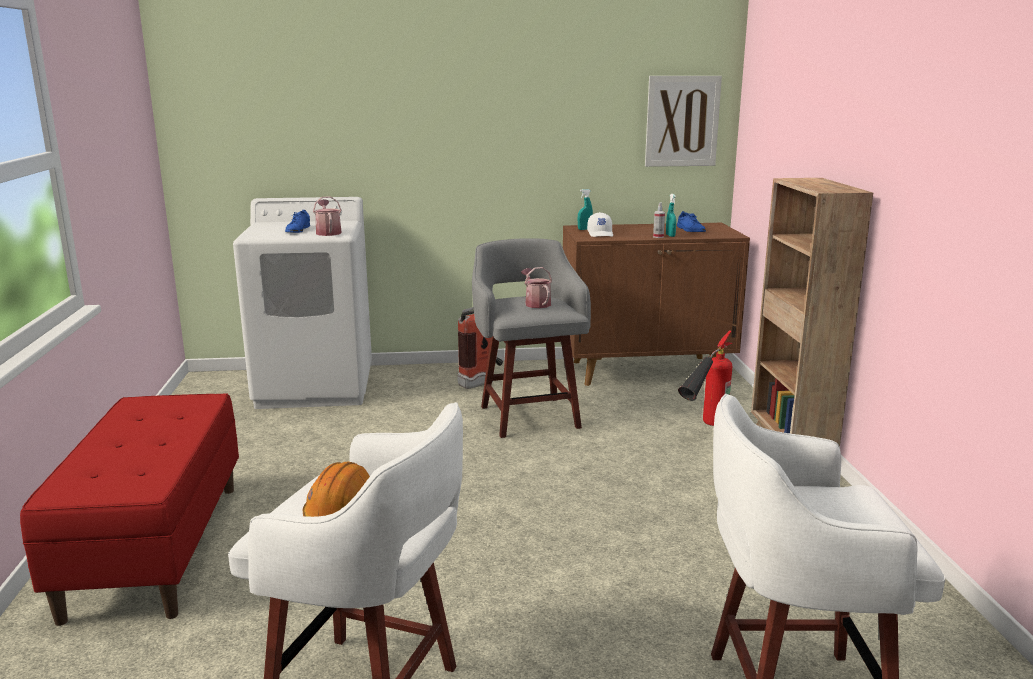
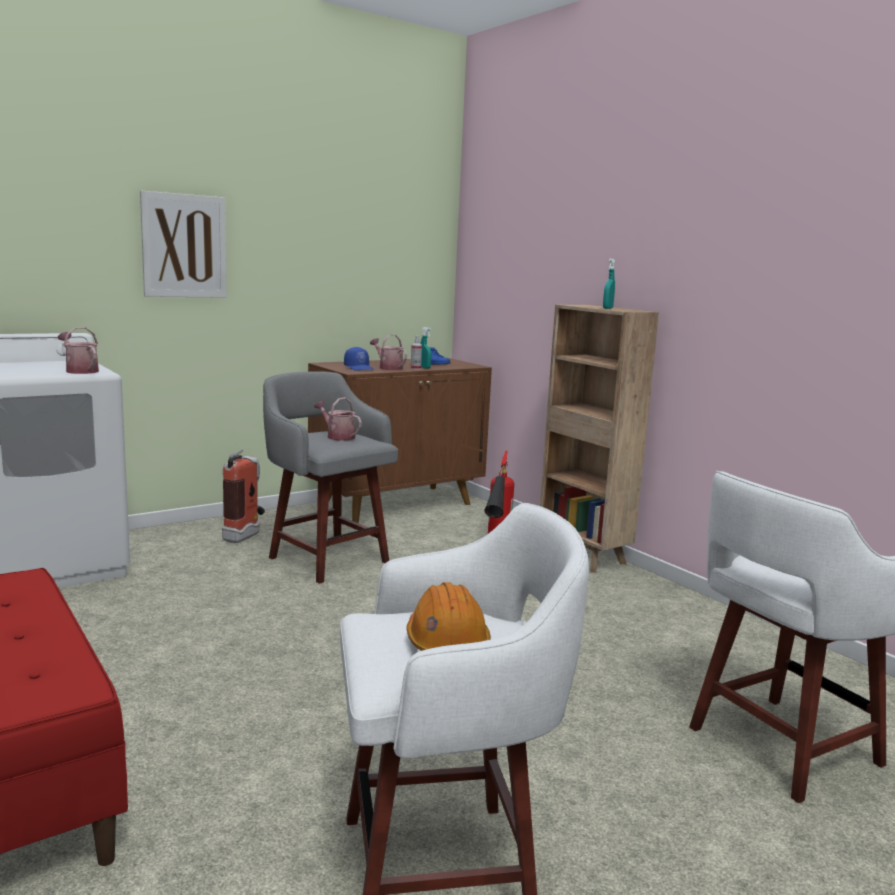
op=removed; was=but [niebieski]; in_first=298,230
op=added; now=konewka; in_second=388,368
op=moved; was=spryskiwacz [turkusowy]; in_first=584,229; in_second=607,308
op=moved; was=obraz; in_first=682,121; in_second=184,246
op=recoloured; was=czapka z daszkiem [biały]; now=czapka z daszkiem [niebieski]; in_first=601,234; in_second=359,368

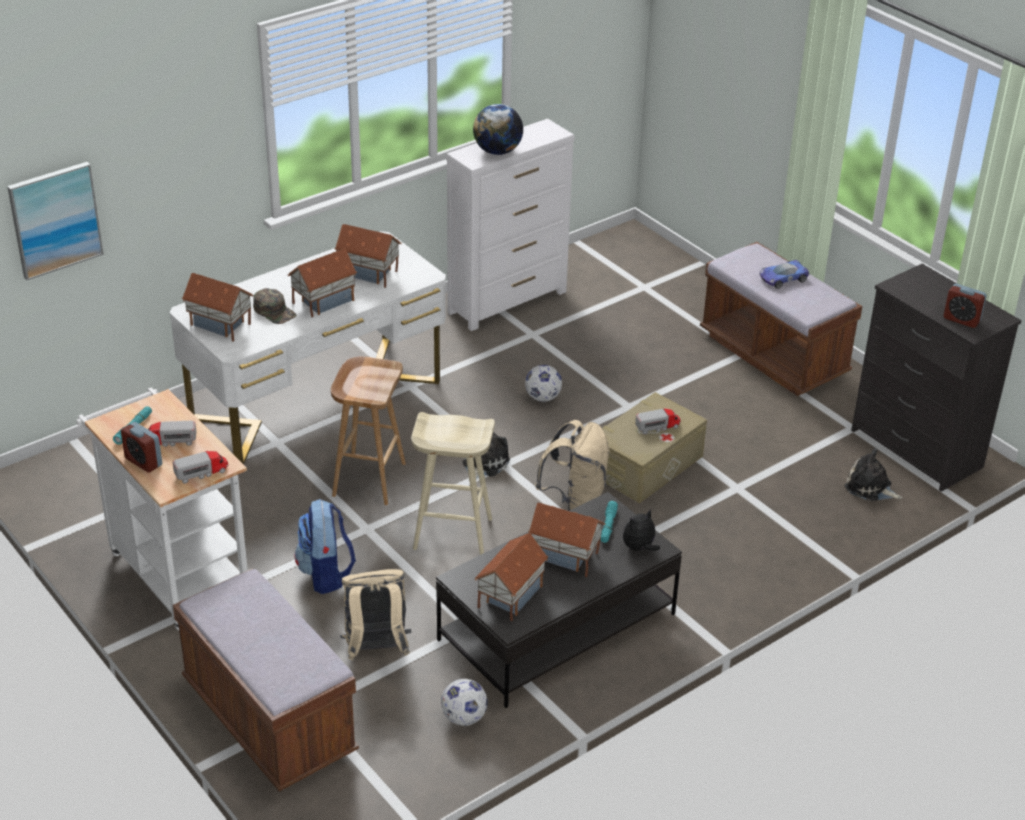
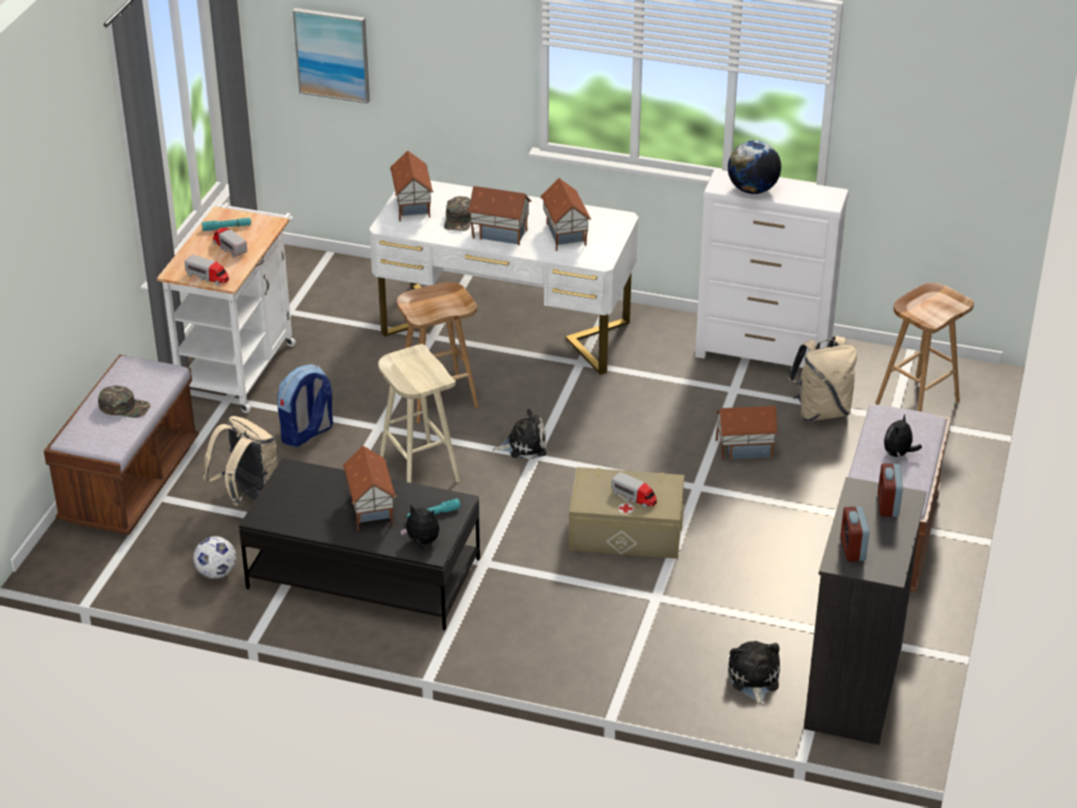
op=removed; was=piłka futbolowa; in_first=543,397
op=added; now=czapka z daszkiem [zielony]; in_second=124,407
op=added; now=stołek [brązowy]; in_second=917,401
op=moved; was=budzik; in_first=143,462; in_second=888,505
op=moved; was=domek; in_first=509,596; in_second=743,448
op=moved; was=plecak [beżowy]; in_first=575,500; in_second=821,411
op=replaced; was=samochodzik; now=pluszak; in_first=782,278; in_second=898,454

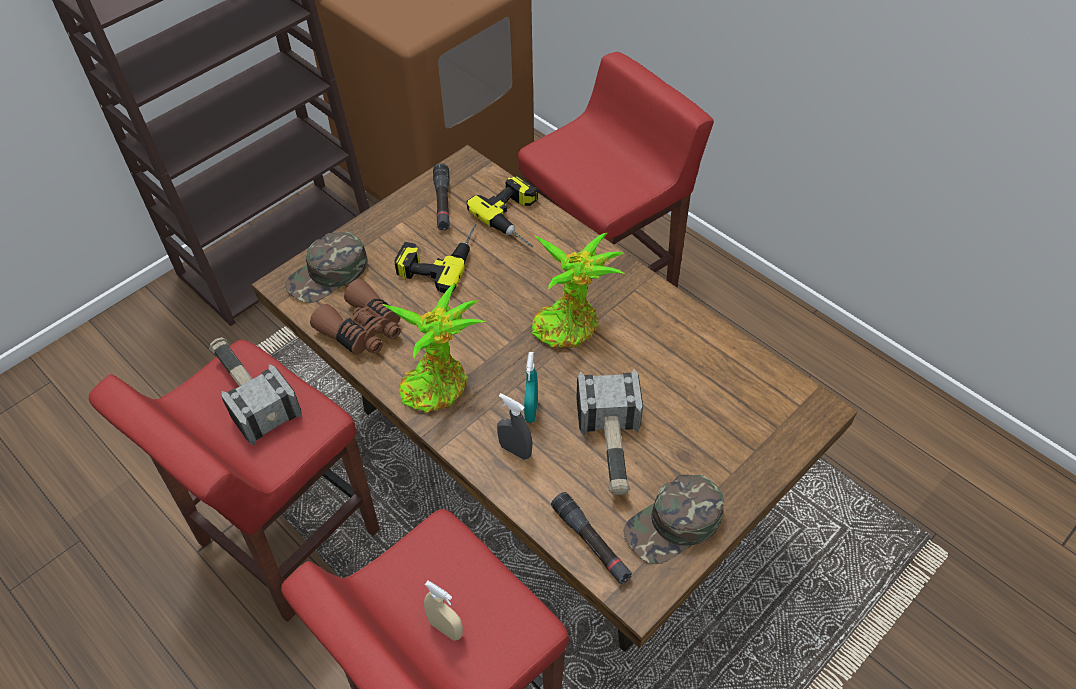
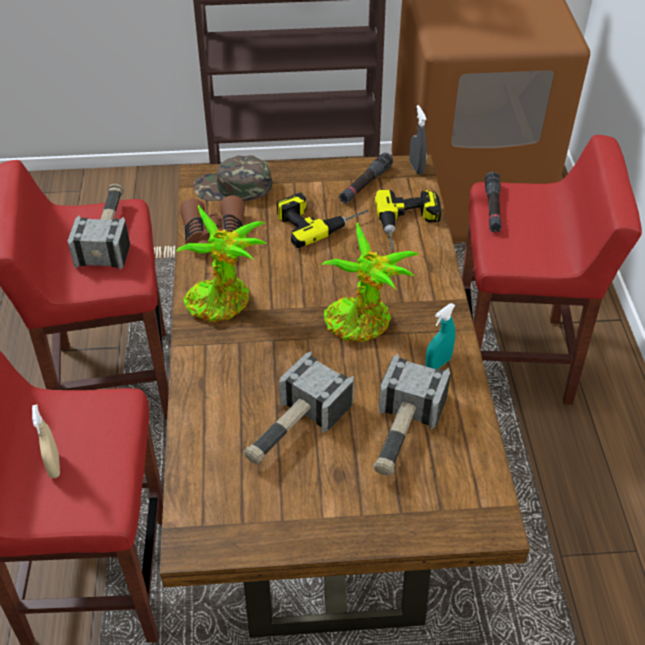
op=removed; was=czapka z daszkiem [zielony]; in_first=674,525
op=added; now=młotek; in_second=401,432
op=moved; was=spryskiwacz [szary]; in_first=515,450; in_second=416,167
op=moved; was=spryskiwacz [turkusowy]; in_first=531,410; in_second=438,364
op=moved; was=latarka [czarny]; in_first=591,542; in_second=492,208

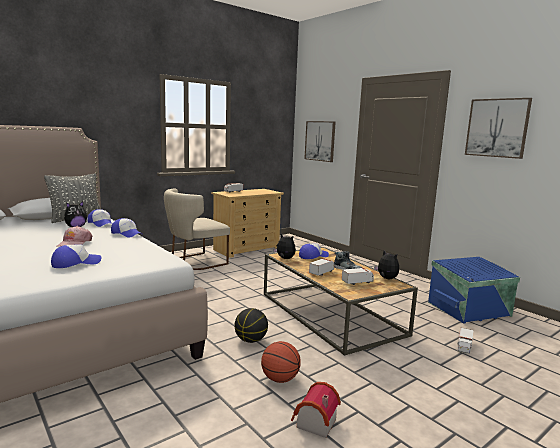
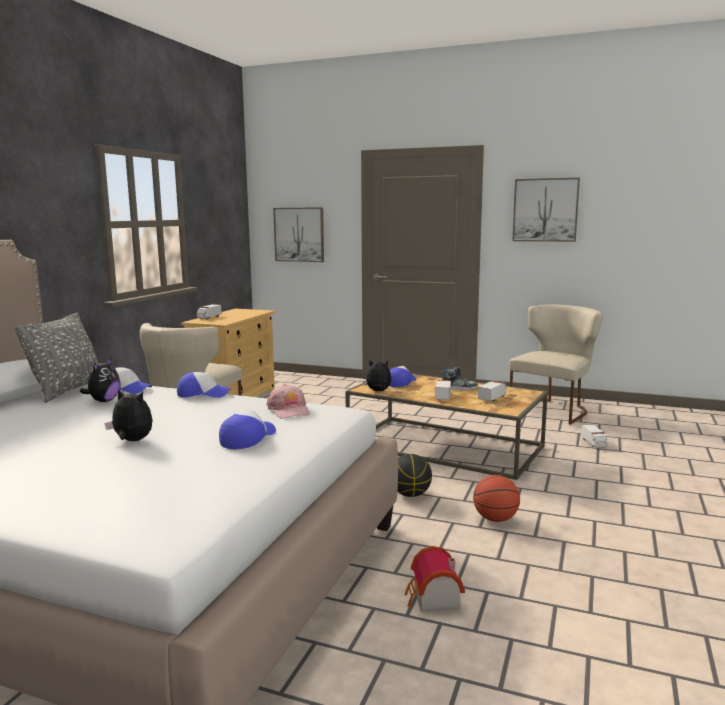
op=moved; was=czapka z daszkiem [różowy]; in_first=74,243; in_second=289,410
op=moved; was=domek; in_first=313,423; in_second=433,599
op=moved; was=pluszak; in_first=386,279; in_second=132,441
op=replaced; was=pojemnik do przechowywania [niebieski]; now=krzesło [beżowy]; in_first=470,309; in_second=553,409

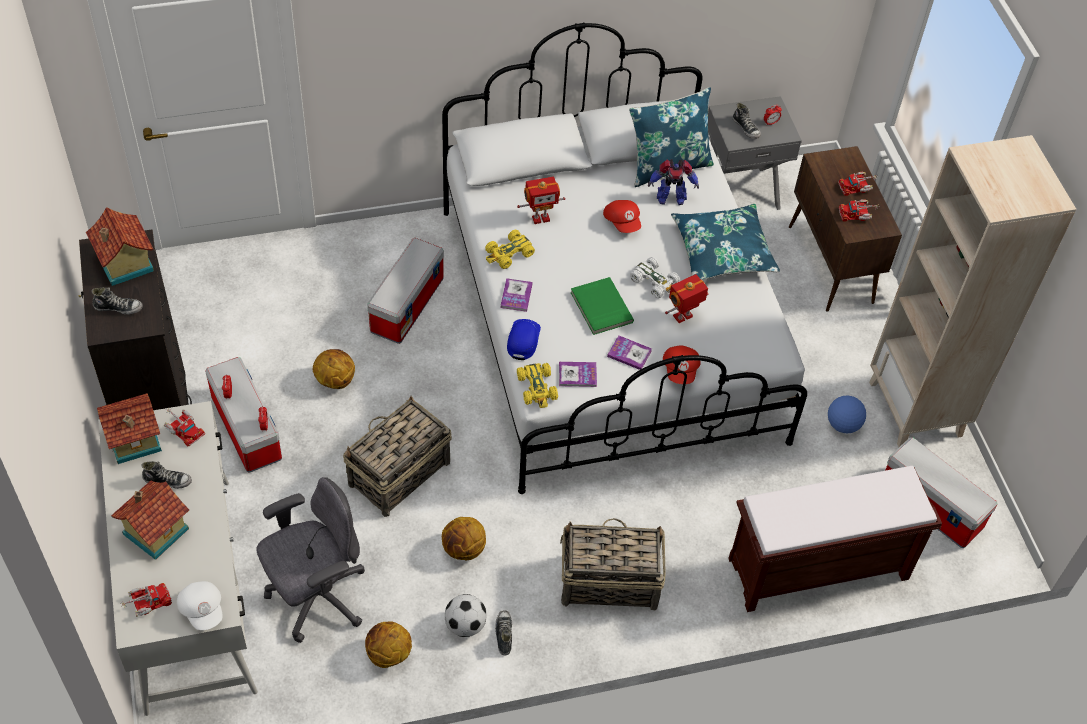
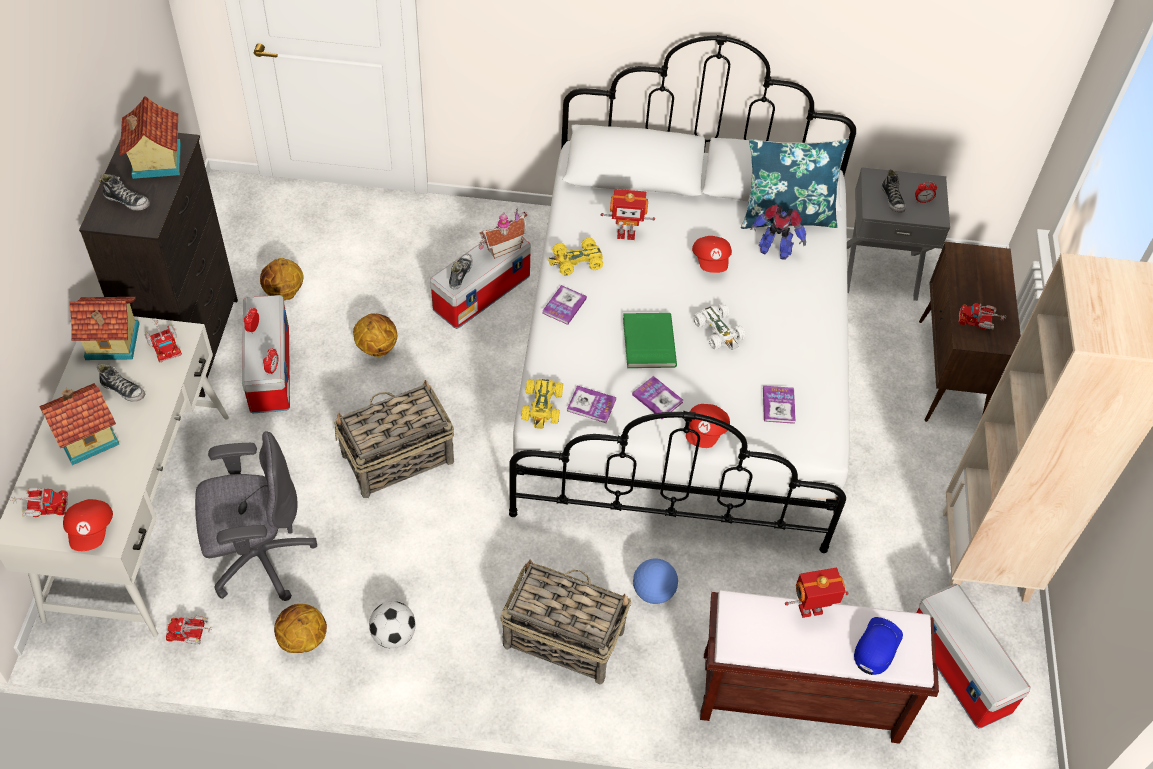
op=removed; was=poduszka [niebieski]; in_first=722,252
op=added; now=domek; in_second=502,247
op=added; now=książka; in_second=778,405
op=moved; was=piłka do koszykówki; in_first=463,549; in_second=284,293
op=moved; was=but; in_first=503,634; in_second=460,274
op=moved; was=czapka z daszkiem [niebieski]; in_first=523,340; in_second=877,647
op=moved; was=robot zabawkowy; in_first=683,317; in_second=811,611
op=moved; was=piłka futbolowa; in_first=843,425; in_second=653,592
op=moved; was=ciężarówka zabawkowa; in_first=857,187; in_second=191,633
op=recoloured; was=czapka z daszkiem [biały]; now=czapka z daszkiem [czerwony]; in_first=203,609; in_second=91,530

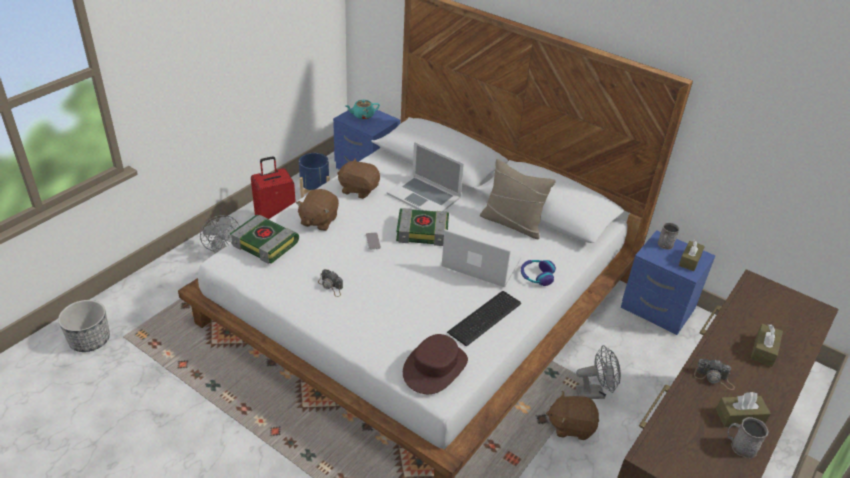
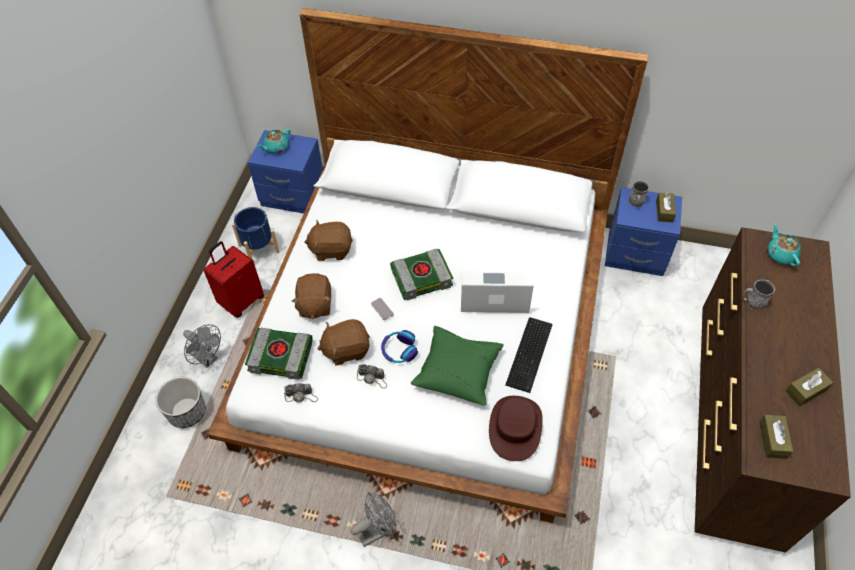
op=removed; was=laptop; in_first=424,195
op=removed; was=poduszka [beżowy]; in_first=512,223
op=added; now=poduszka [zielony]; in_second=458,371
op=added; now=imbryk [turkusowy]; in_second=780,254
op=moved; was=donica; in_first=90,340; in_second=187,412
op=moved; was=słuchawki; in_first=536,276; in_second=399,350
op=moved; was=pluszak [brązowy]; in_first=571,426; in_second=346,349
op=moved; was=wentylator [szary]; in_first=594,393; in_second=377,530
op=moved; was=aparat fotograficzny; in_first=714,378; in_second=301,396
op=moved; was=kubek [szary]; in_first=740,446; in_second=752,302
op=moved; was=pudełko chusteczek [brązowy]; in_first=764,350; in_second=773,440

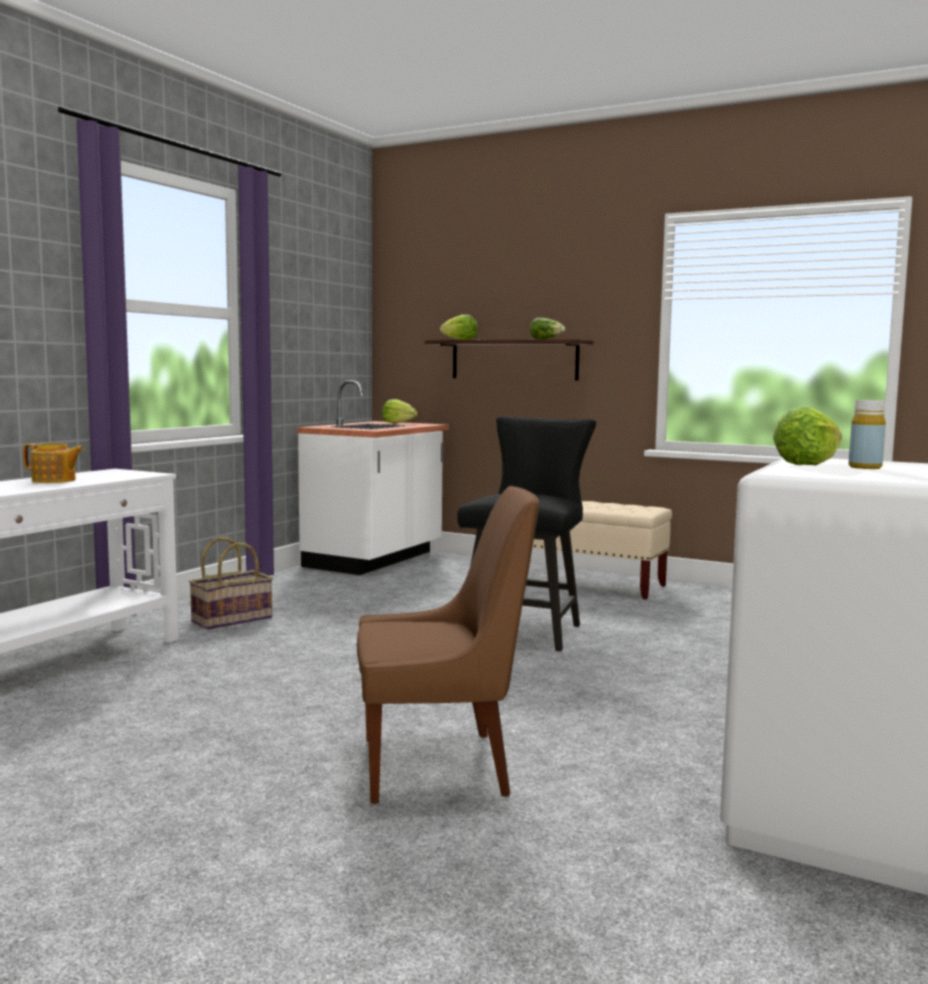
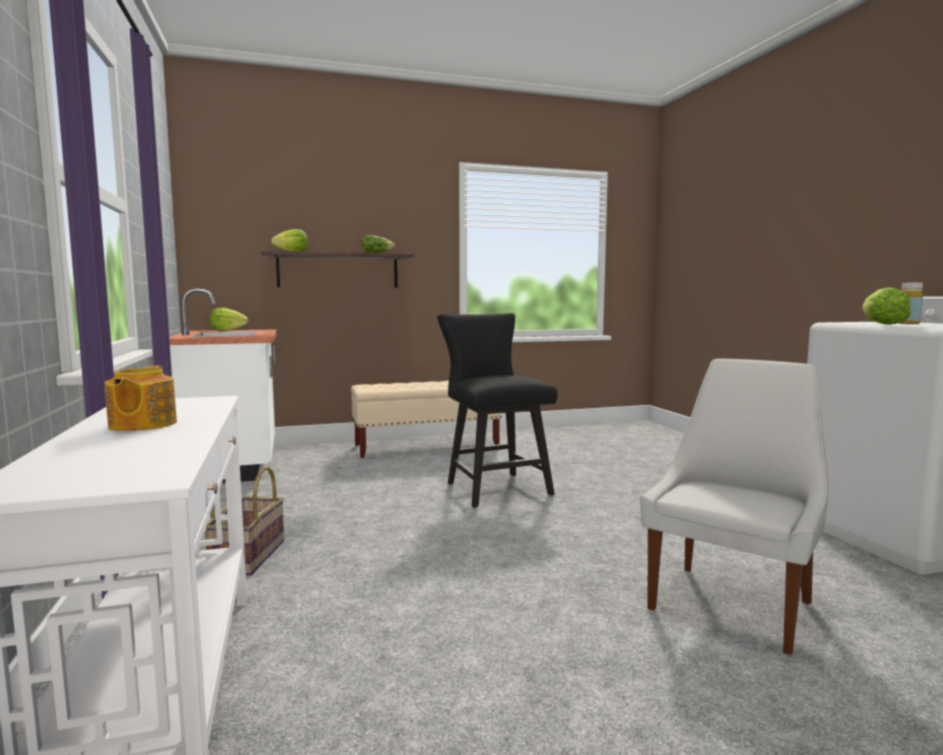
op=recoloured; was=krzesło [brązowy]; now=krzesło [biały]; in_first=441,766; in_second=732,603
op=turned; was=imbryk; in_first=54,480; in_second=141,425; clockwise=120

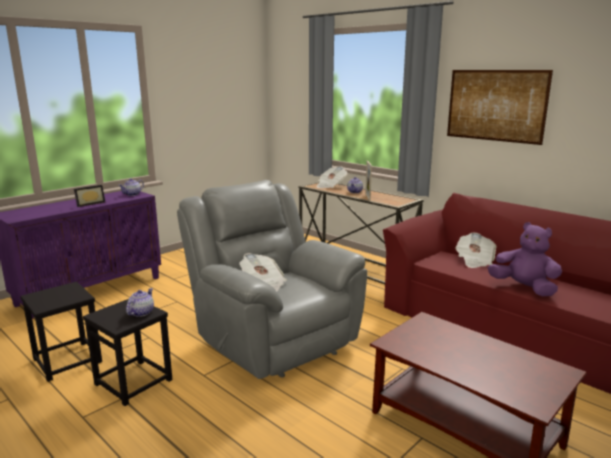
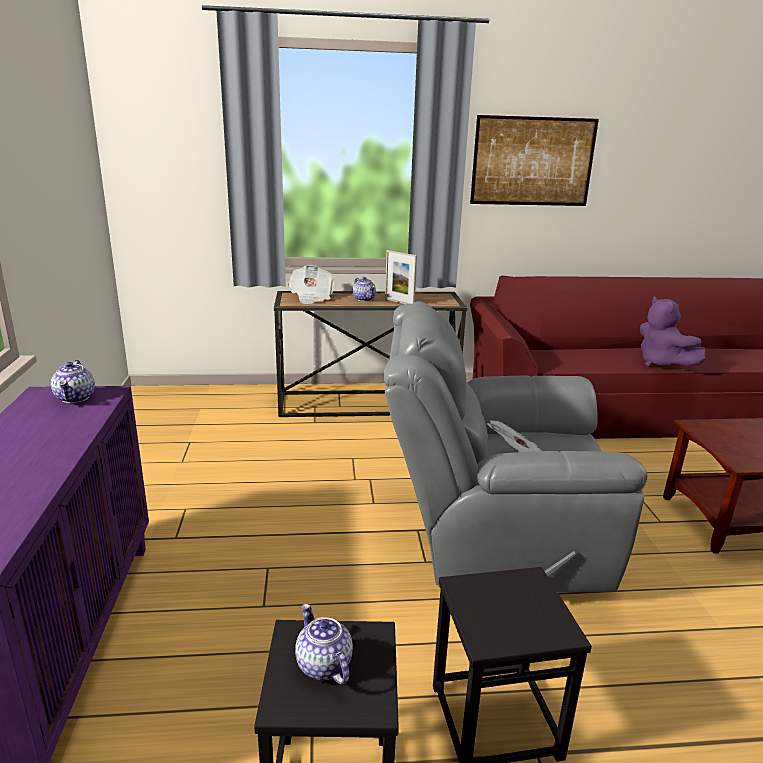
op=removed; was=ramka na zdjęcie; in_first=90,203
op=removed; was=gazeta; in_first=474,261
op=moved; was=imbryk; in_first=141,312; in_second=323,665
op=turned; was=pluszak [fioletowy]; in_first=524,288; in_second=661,363; clockwise=-105

